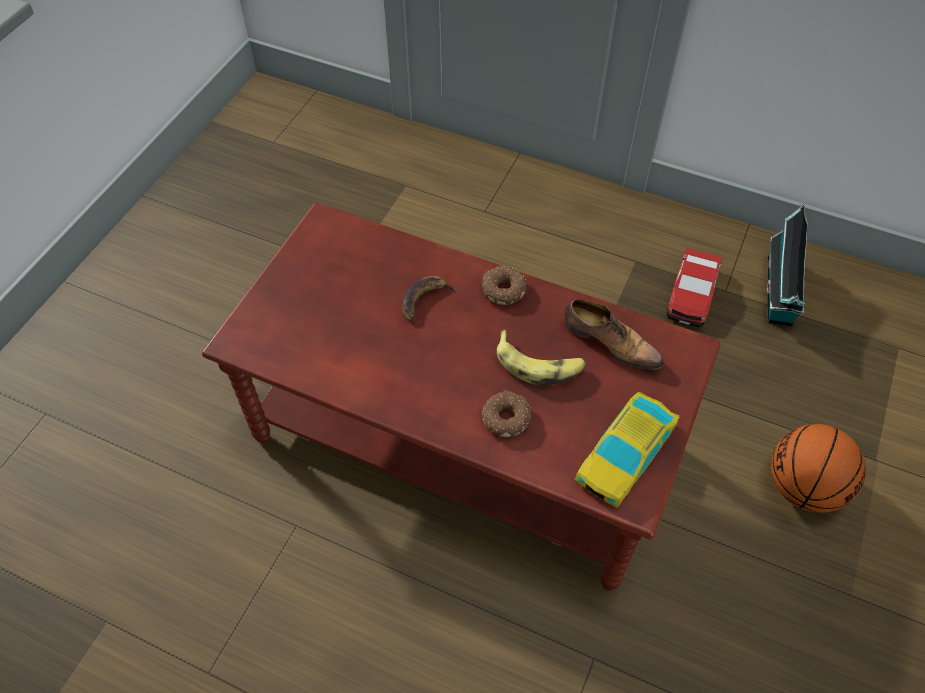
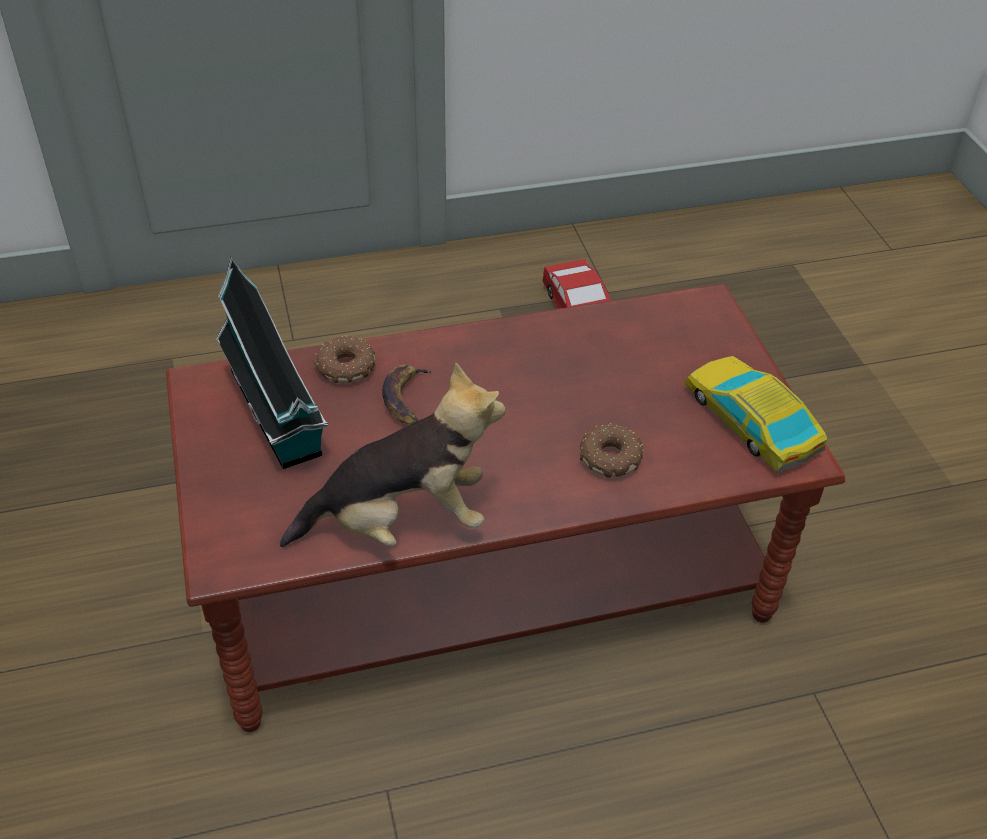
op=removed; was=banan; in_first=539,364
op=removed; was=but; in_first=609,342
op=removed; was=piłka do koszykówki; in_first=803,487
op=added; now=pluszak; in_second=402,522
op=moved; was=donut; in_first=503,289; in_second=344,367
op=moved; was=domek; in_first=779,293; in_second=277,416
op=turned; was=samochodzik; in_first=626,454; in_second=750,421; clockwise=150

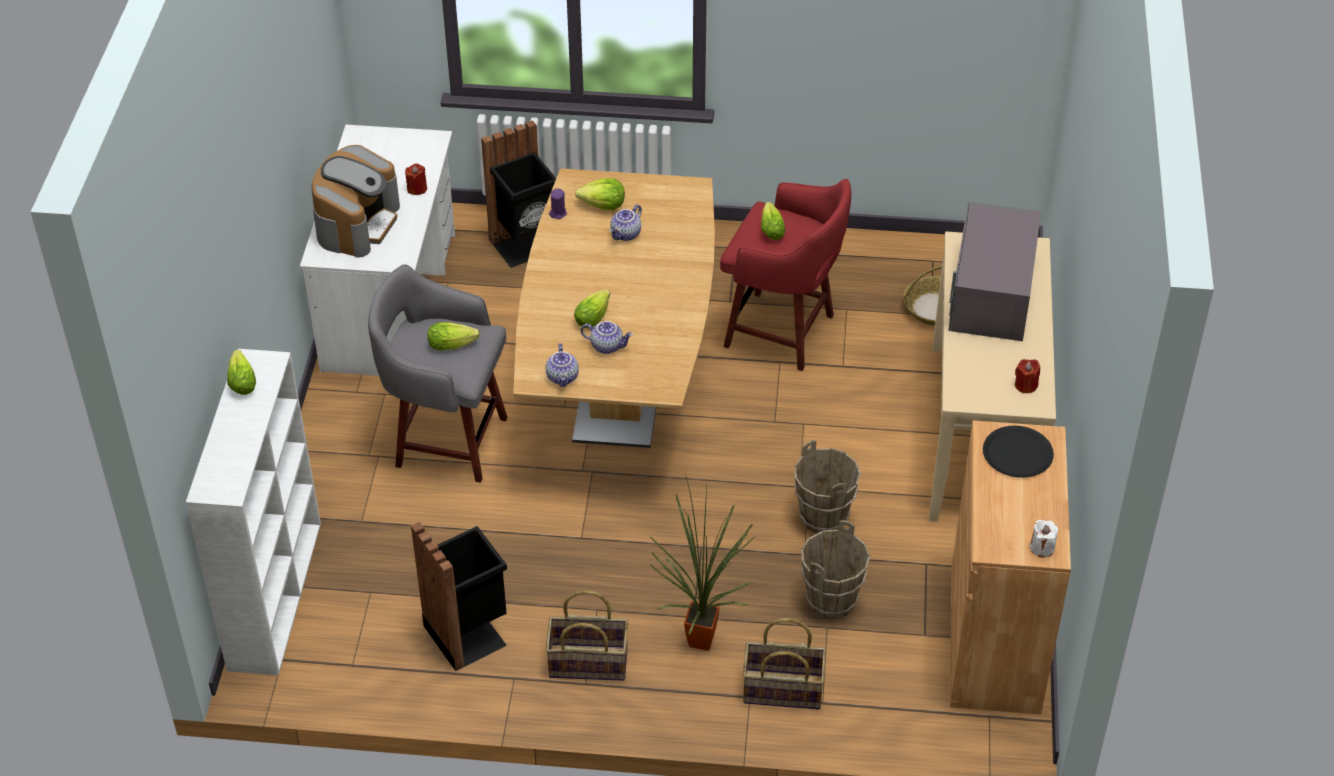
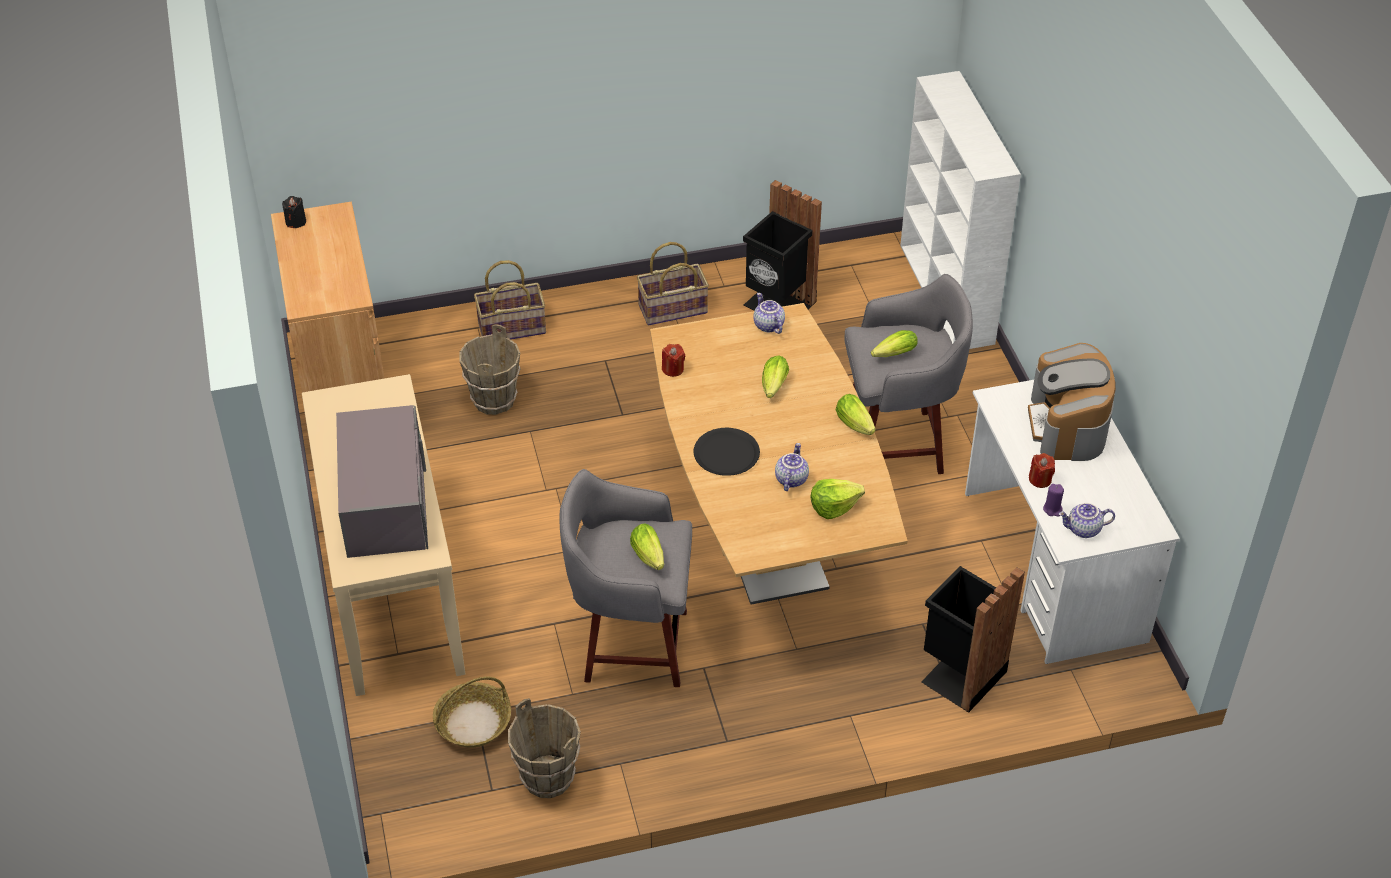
op=removed; was=roślina doniczkowa; in_first=703,637
op=moved; was=sałata; in_first=242,380; in_second=856,425
op=moved; was=świeca [fioletowy]; in_first=558,213; in_second=1052,509
op=moved; was=imbryk; in_first=607,346; in_second=1083,530
op=moved; was=wiadro [brązowy]; in_first=824,517; in_second=547,778
op=moved; was=talerz [czarny]; in_first=1017,453; in_second=726,453
op=moved; was=świeca [czerwony]; in_first=1025,385; in_second=673,369
op=recoloured; was=stołek [czerwony]; now=stołek [szary]; in_first=783,332; in_second=631,645
op=recoloured; was=świeca [biały]; now=świeca [czarny]; in_first=1042,548; in_second=296,222

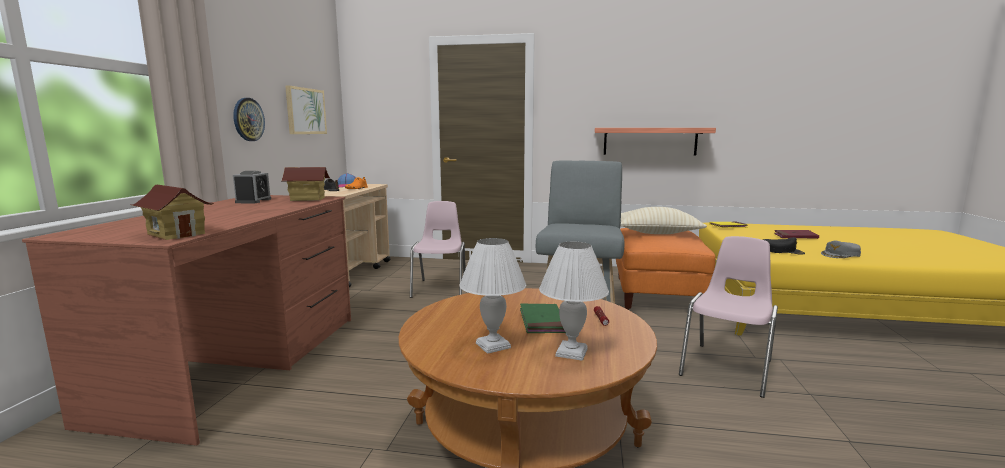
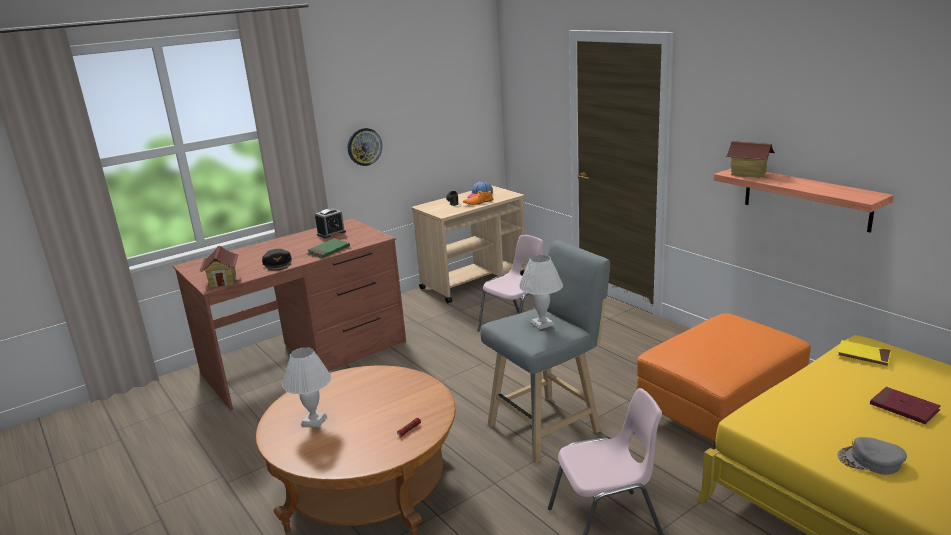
op=removed; was=obraz; in_first=305,111
op=removed; was=poduszka [beżowy]; in_first=657,233
op=moved; was=domek; in_first=307,199; in_second=748,174
op=moved; was=książka [zielony]; in_first=542,321; in_second=329,250
op=moved; was=lampa stołowa [biały]; in_first=571,352; in_second=542,323
op=moved; was=czapka z daszkiem [czarny]; in_first=782,251; in_second=278,263

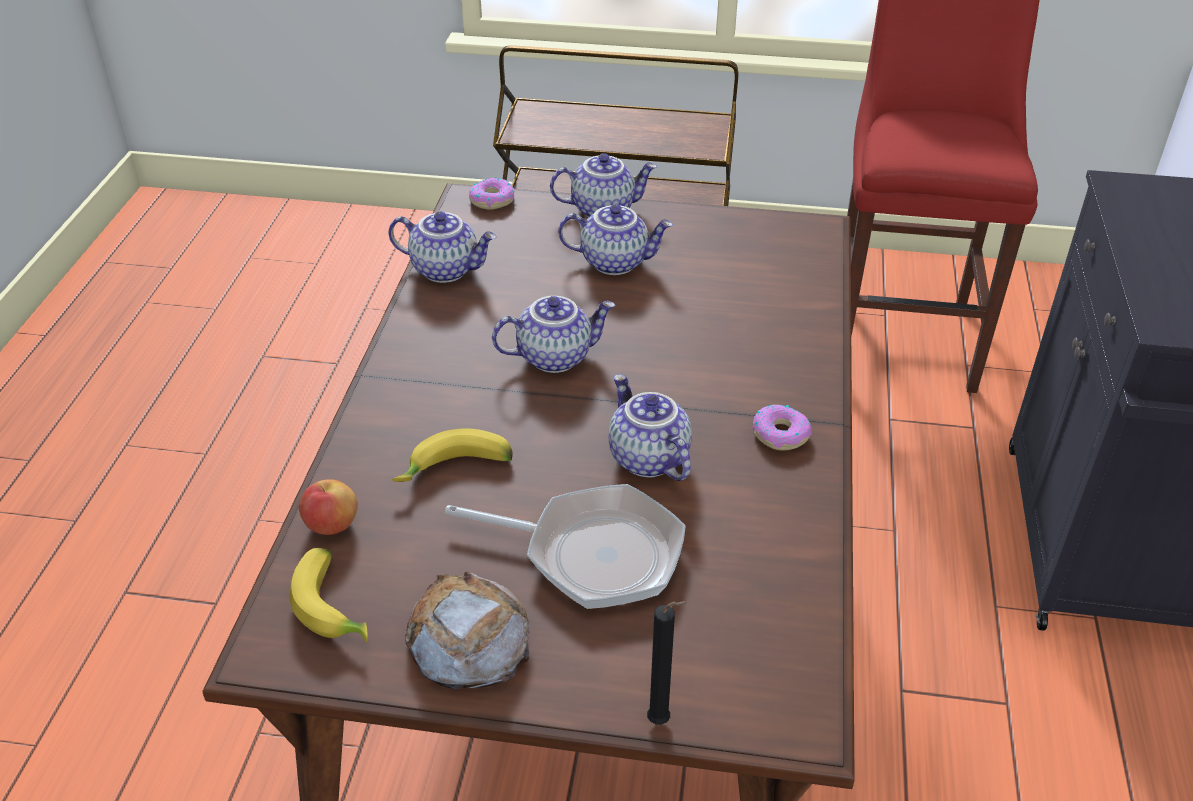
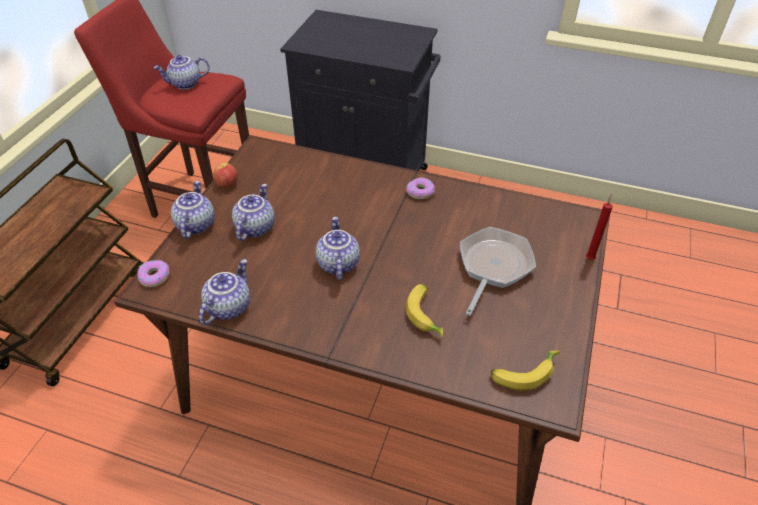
op=removed; was=chleb; in_first=467,640
op=moved; was=jabłko; in_first=331,525; in_second=227,184
op=moved; was=imbryk; in_first=646,459; in_second=185,84
op=recoloured; was=świeca [czarny]; now=świeca [czerwony]; in_first=662,721; in_second=590,258

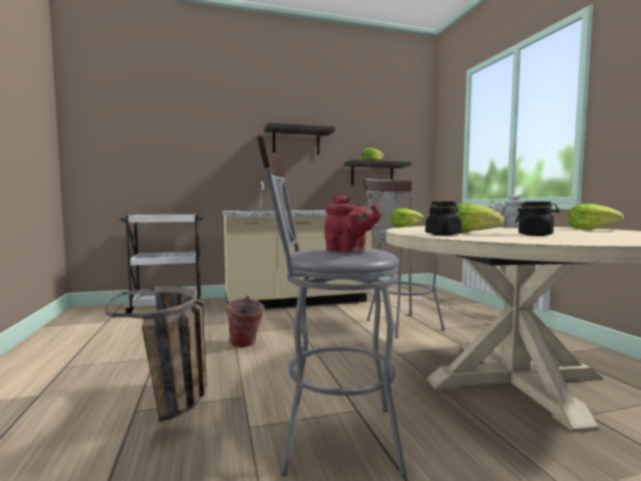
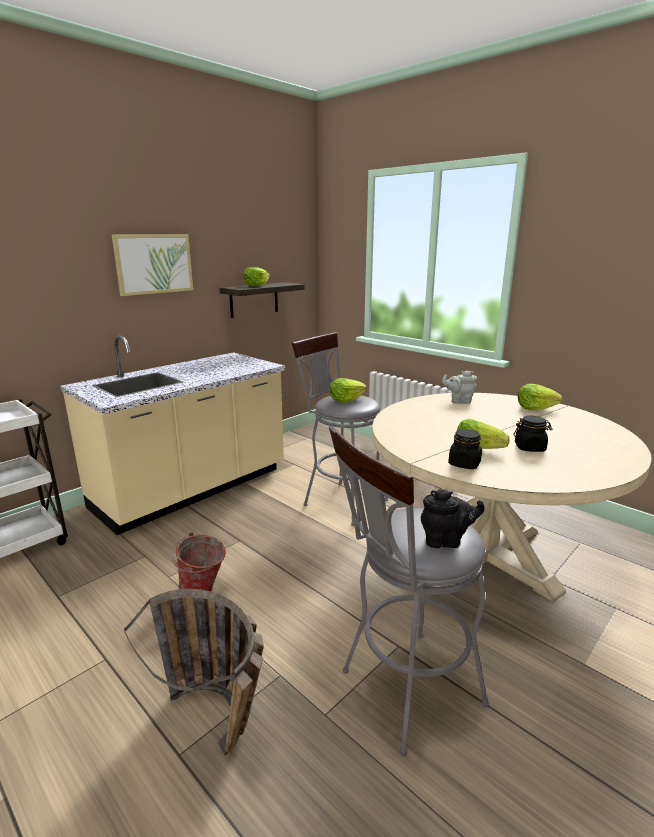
op=replaced; was=półka; now=obraz; in_first=296,141; in_second=154,264
op=recoloured; was=imbryk [czerwony]; now=imbryk [czarny]; in_first=348,251; in_second=446,541

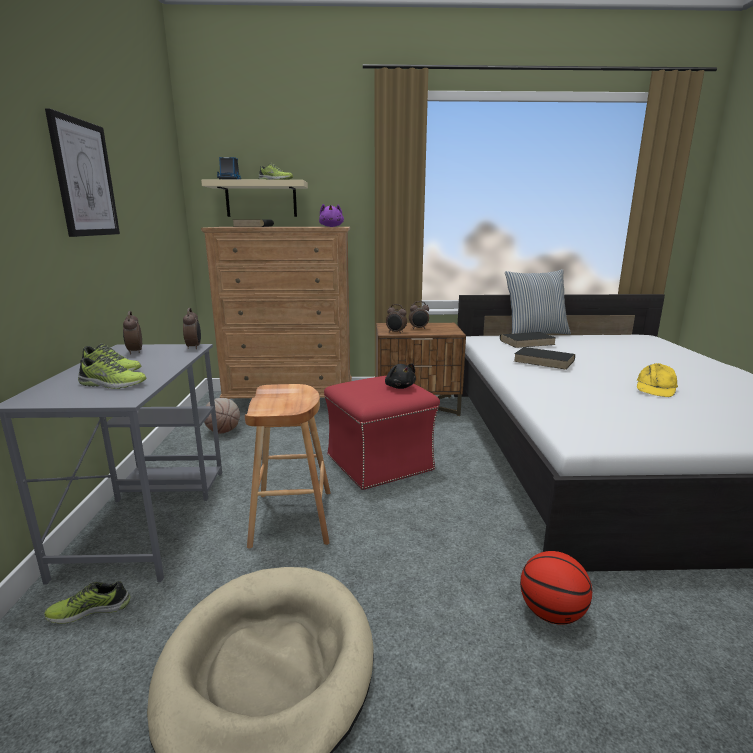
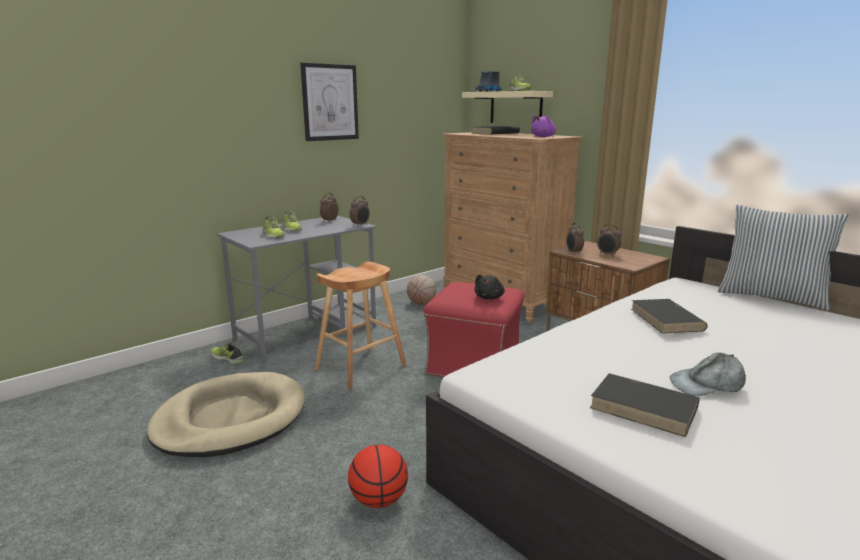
op=moved; was=książka [czarny]; in_first=527,342; in_second=645,408
op=recoloured; was=czapka z daszkiem [żółty]; now=czapka z daszkiem [szary]; in_first=655,388; in_second=707,384

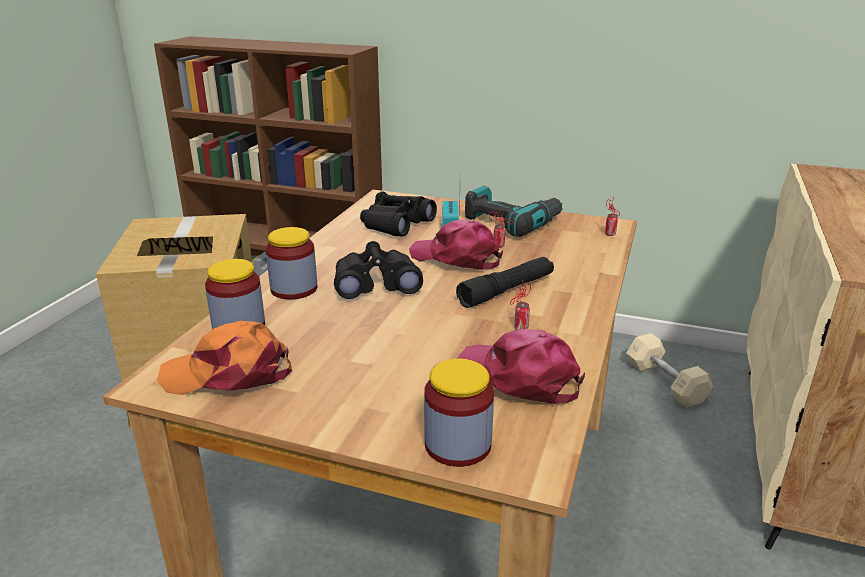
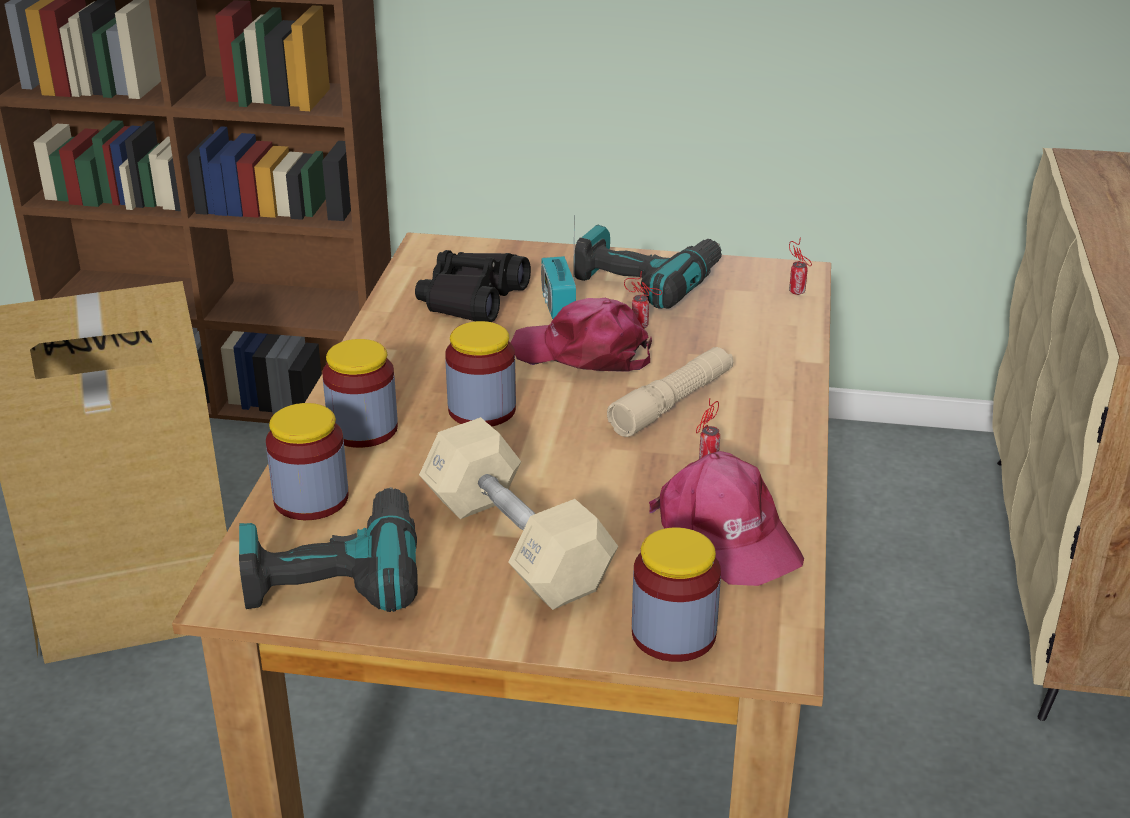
op=moved; was=hantel [beżowy]; in_first=665,383; in_second=515,544
op=replaced; was=czapka z daszkiem [pomarańczowy]; now=wiertarka; in_first=229,373; in_second=333,571
op=replaced; was=lornetka [czarny]; now=słoik; in_first=376,284; in_second=482,410
op=recoloured; was=latarka [czarny]; now=latarka [beżowy]; in_first=506,290; in_second=672,403
op=turned; was=czapka z daszkiem [różowy]; in_first=519,377; in_second=726,535; clockwise=-150

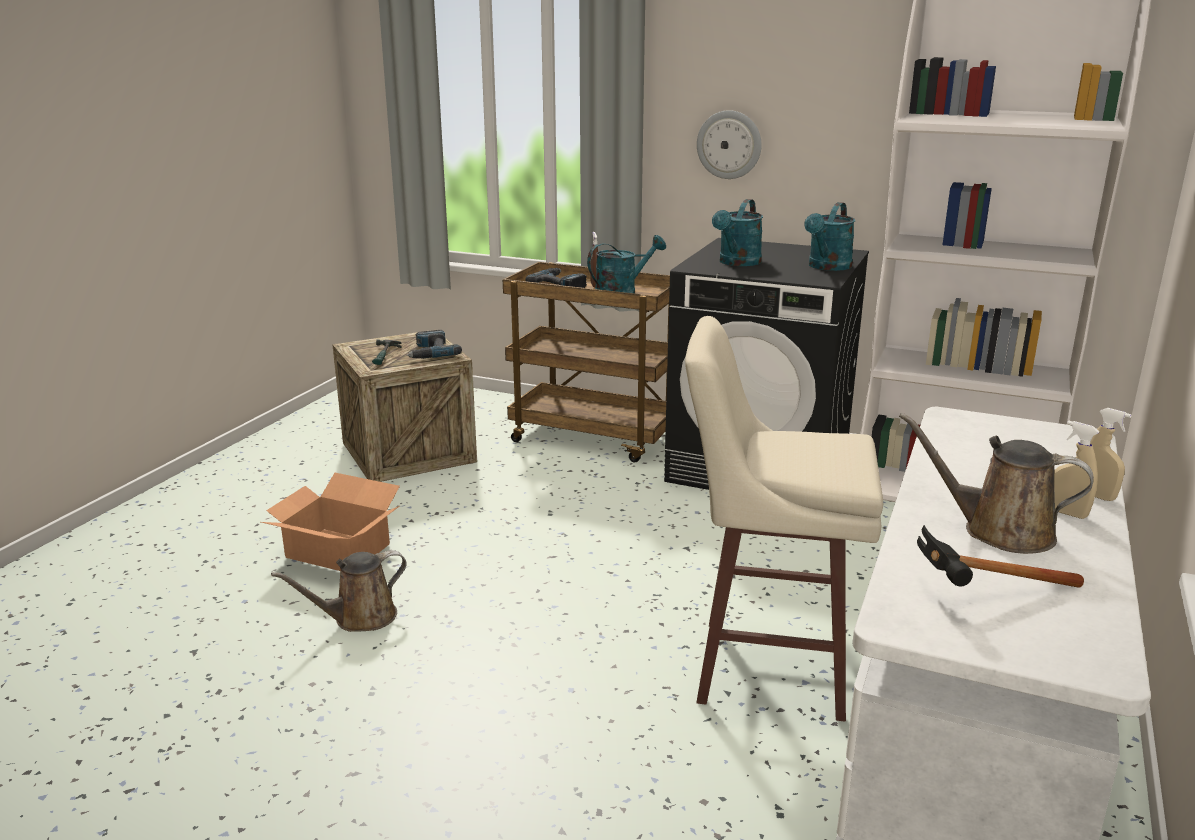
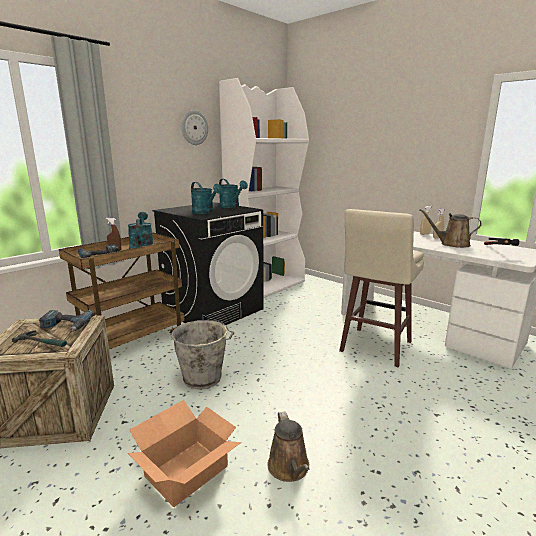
op=added; now=wiadro [szary]; in_second=204,378
op=moved; was=zegar ścienny; in_first=729,144; in_second=194,127
op=turned; was=konewka [brązowy]; in_first=999,531; in_second=452,244; clockwise=60

